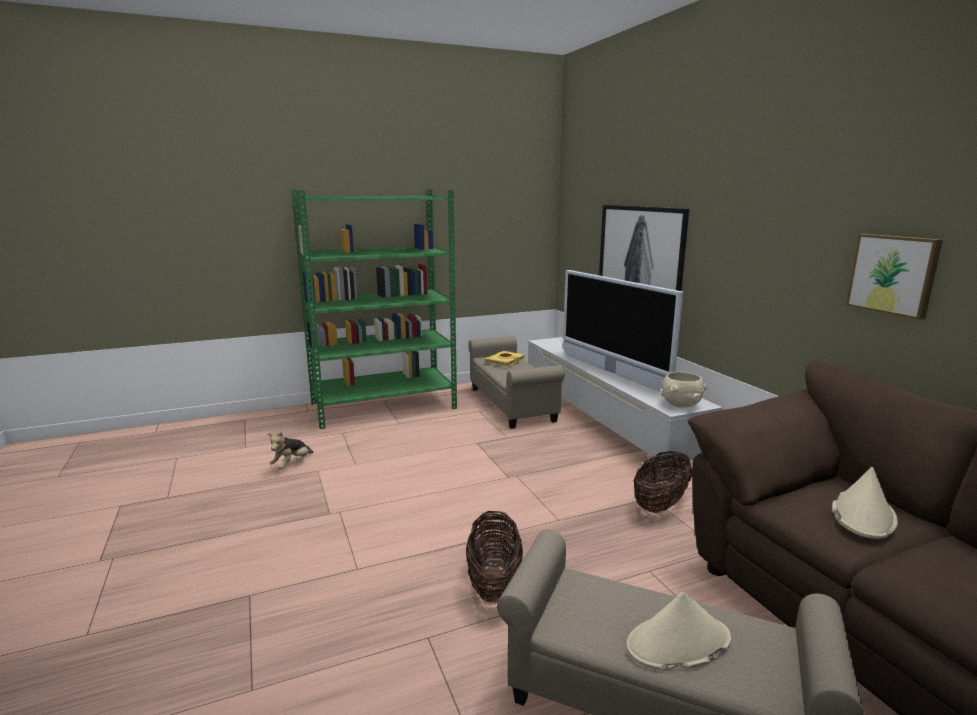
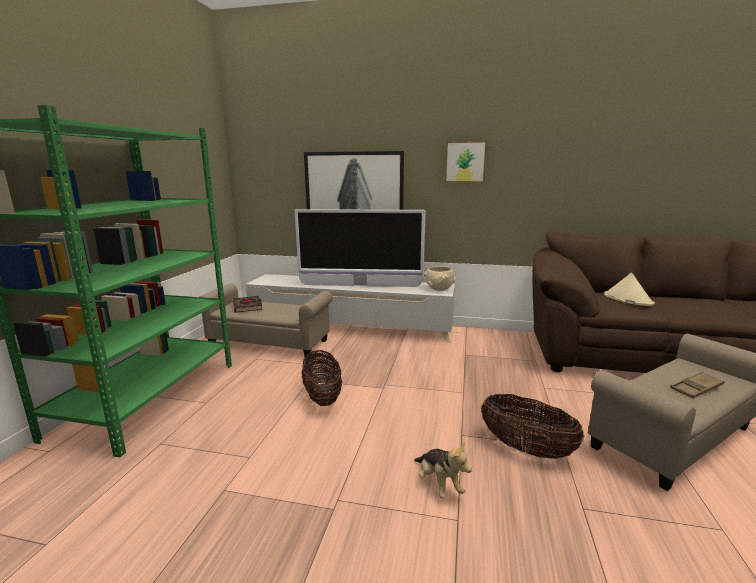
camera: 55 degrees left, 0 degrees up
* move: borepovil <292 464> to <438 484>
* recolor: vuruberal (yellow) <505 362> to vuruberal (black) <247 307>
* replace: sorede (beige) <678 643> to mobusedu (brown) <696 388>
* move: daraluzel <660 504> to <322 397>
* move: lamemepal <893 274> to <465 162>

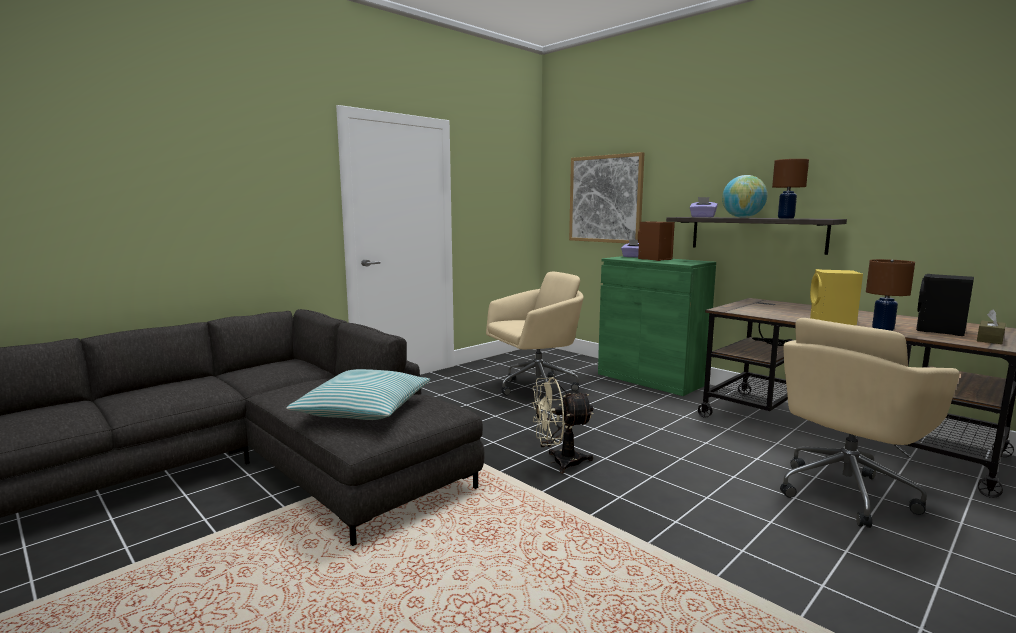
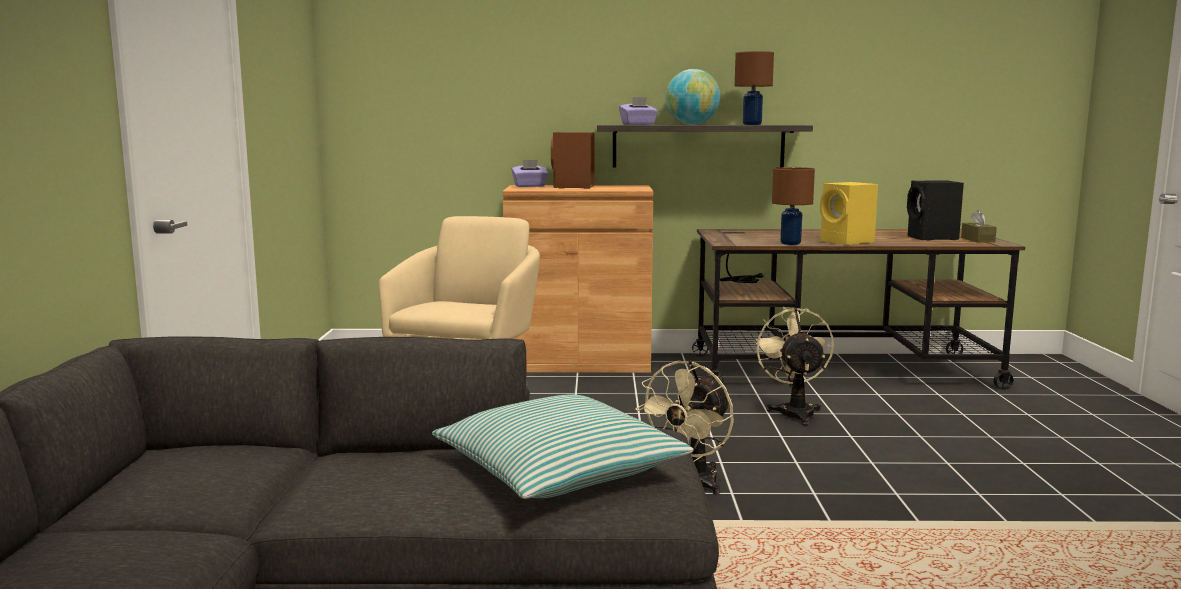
camera: 45 degrees left, 0 degrees up
* delete: lamemepal <605 199>
* recolor: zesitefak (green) <650 379> to zesitefak (brown) <579 363>
* delete: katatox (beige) <847 492>
* move: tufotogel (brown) <881 330> to <790 244>
* insert: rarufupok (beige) <794 411>

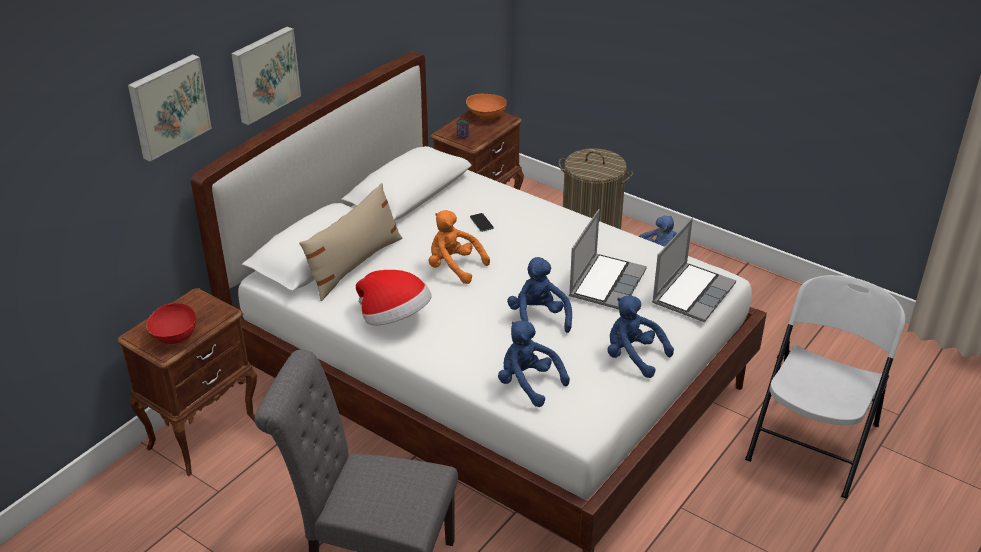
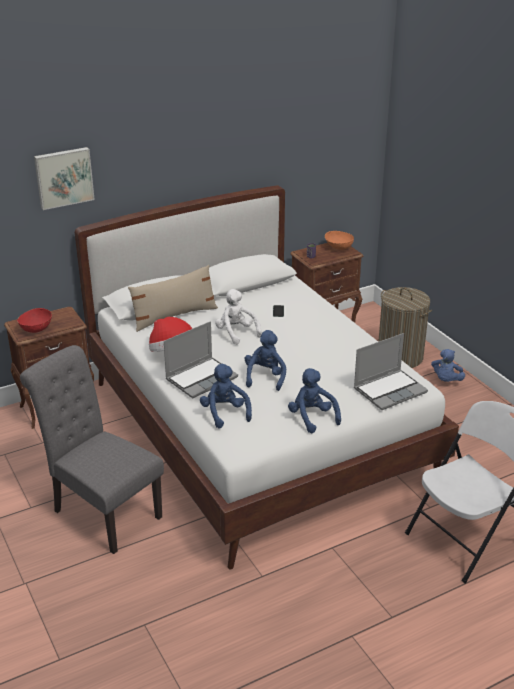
camera: 25 degrees right, 5 degrees down
* delete: lamemepal <264 74>
* recolor: borepovil (orange) <454 267> to borepovil (white) <236 333>
* move: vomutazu <606 282> to <201 378>

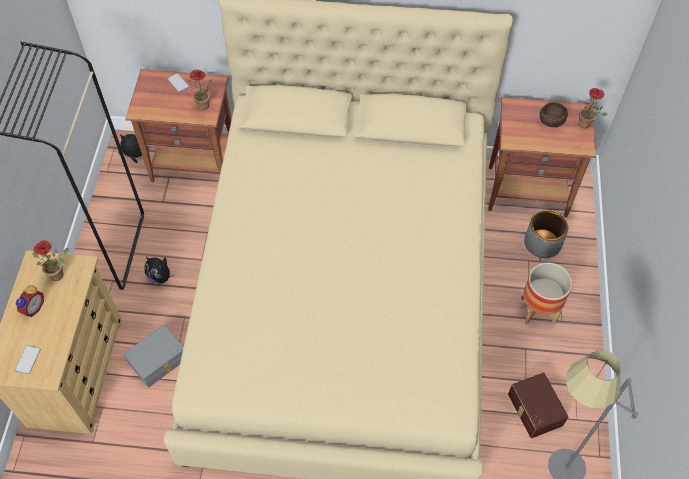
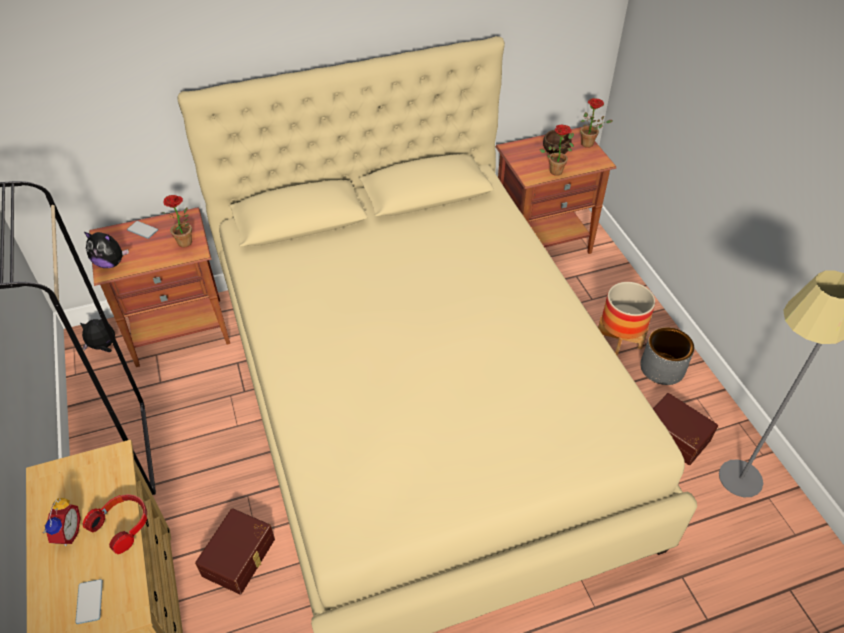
camera: 25 degrees left, 10 degrees down
* move: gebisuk <59 273> to <556 170>
* recolor: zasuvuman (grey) <159 361> to zasuvuman (brown) <240 557>
* move: borepovil <161 276> to <110 263>
* move: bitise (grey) <542 243> to <662 368>
* insert: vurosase <123 525>

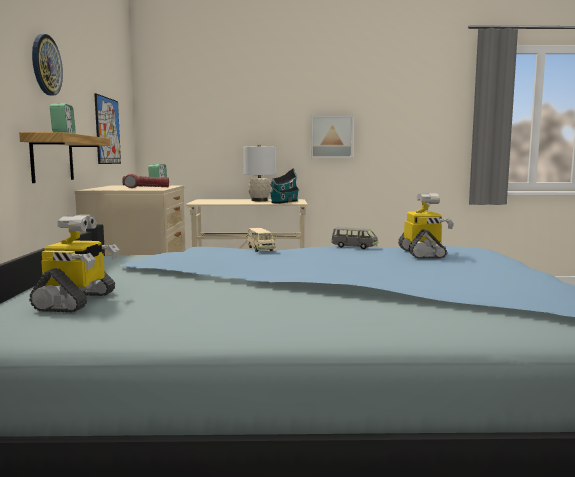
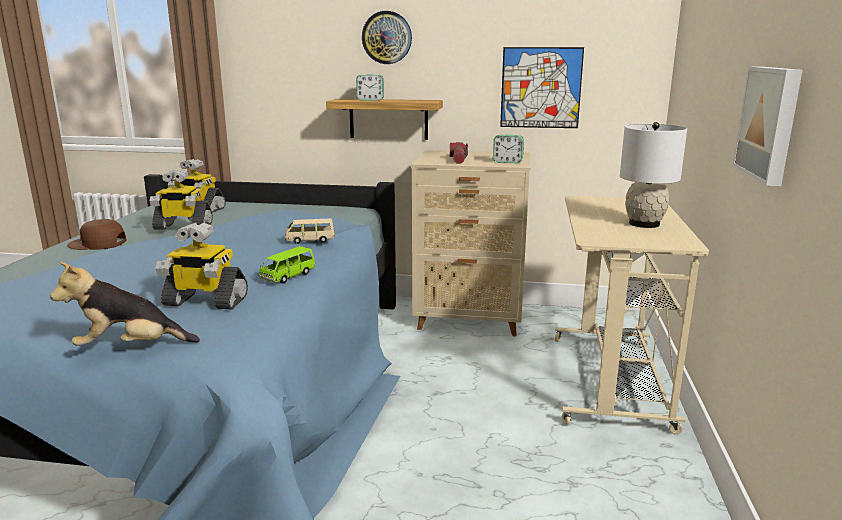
camera: 100 degrees right, 10 degrees up
* delete: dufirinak <284 202>
* recolor: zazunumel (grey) <354 247> to zazunumel (green) <288 276>
* insert: borepovil <130 348>
* insert: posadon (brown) <97 244>
* insert: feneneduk <183 226>

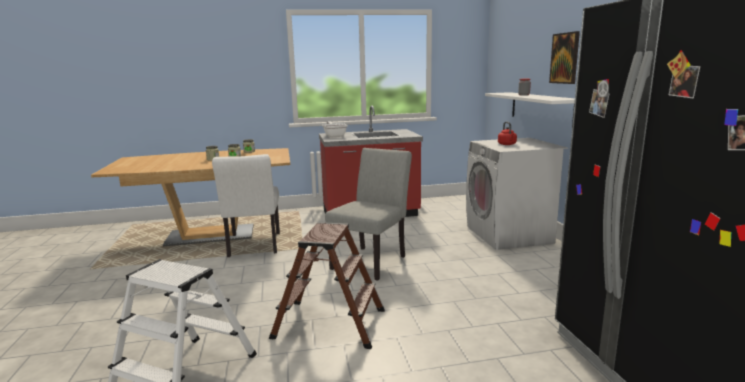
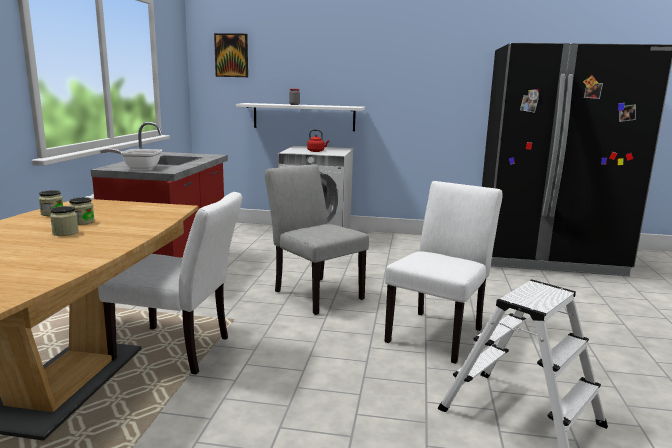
camera: 70 degrees left, 0 degrees up
* replace: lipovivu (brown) <329 323> to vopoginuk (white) <438 332>
* move: lamemepal <565 58> to <231 55>

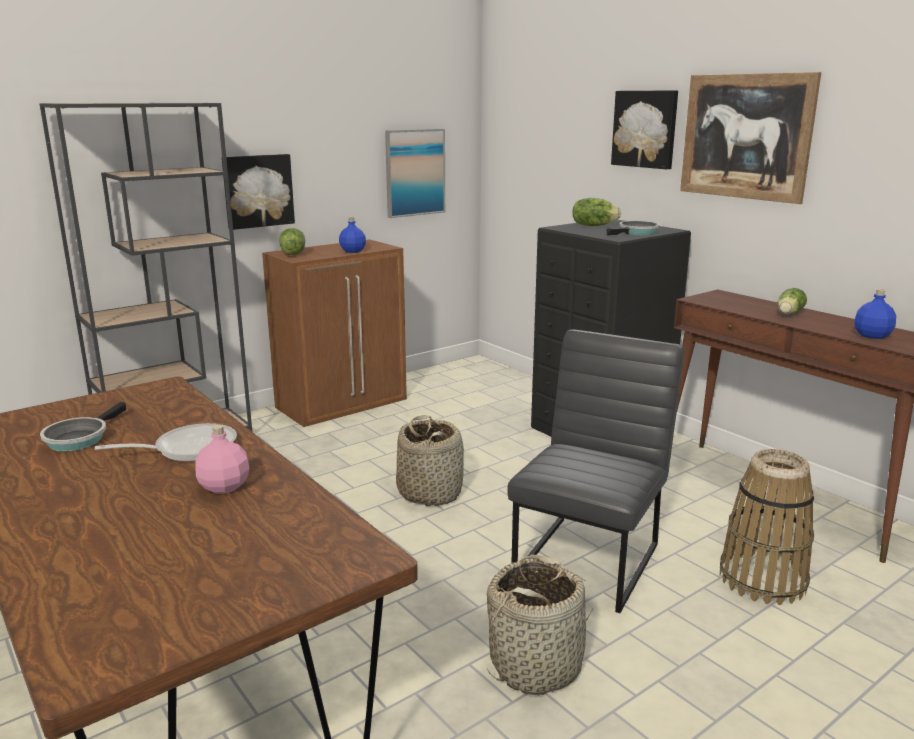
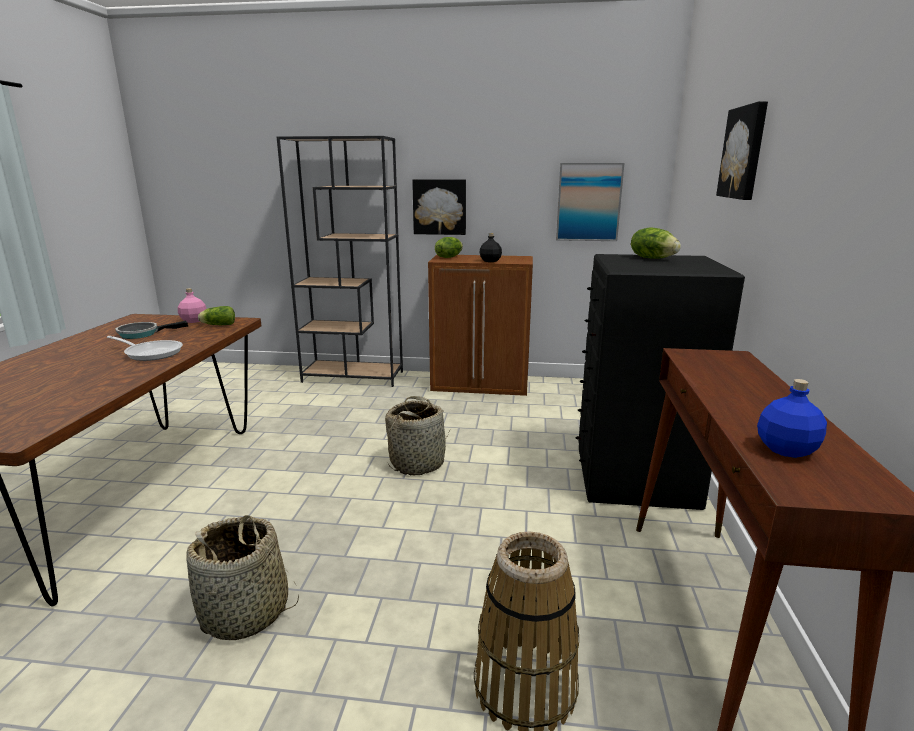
camera: 45 degrees right, 0 degrees up
* move: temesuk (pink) <223 487> to <193 321>
* recolor: temesuk (blue) <352 251> to temesuk (black) <490 261>
* delete: vopoginuk (grey) <590 559>
* delete: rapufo <636 233>
* delete: lamemepal <745 137>
* move: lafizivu <788 314> to <217 325>

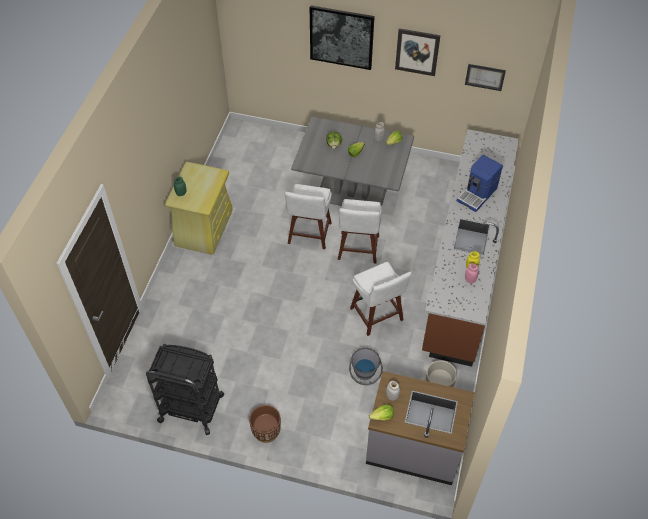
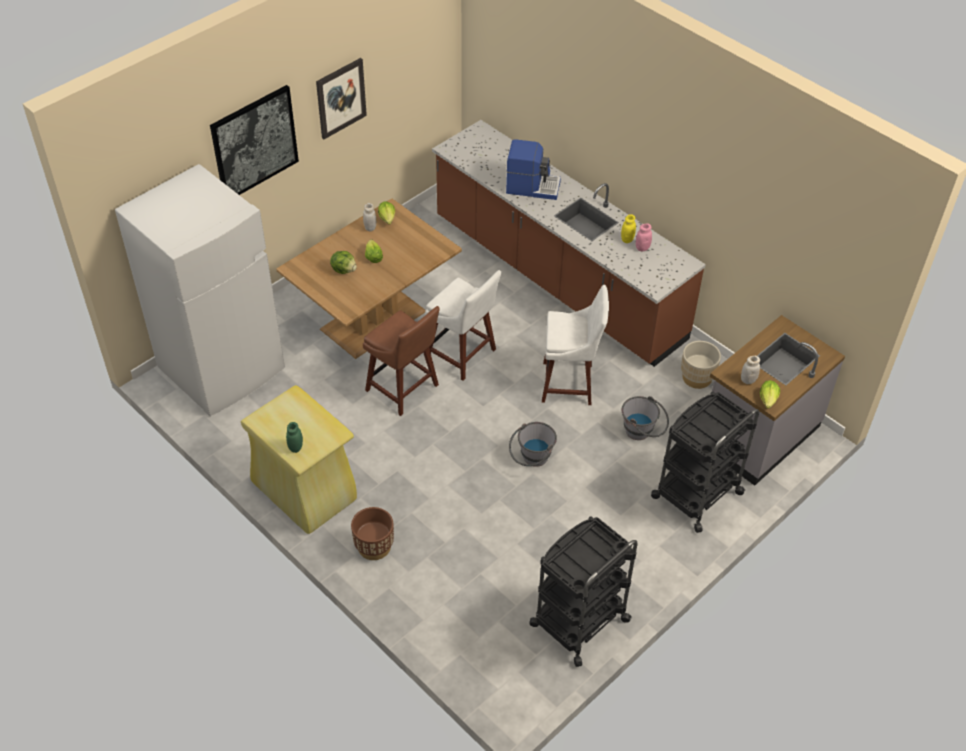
camera: 60 degrees left, 5 degrees down
* move: bitise (brown) <266 431> to <374 546>
* recolor: vopoginuk (white) <309 235> to vopoginuk (brown) <404 389>
* recolor: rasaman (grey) <351 193> to rasaman (brown) <374 321>
* rotate: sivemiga <477 194> = <532 186> 60 degrees counterclockwise
* delete: lamemepal <485 77>
* insert: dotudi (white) <222 368>
* insert: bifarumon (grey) <532 460>
* insert: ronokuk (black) <696 494>

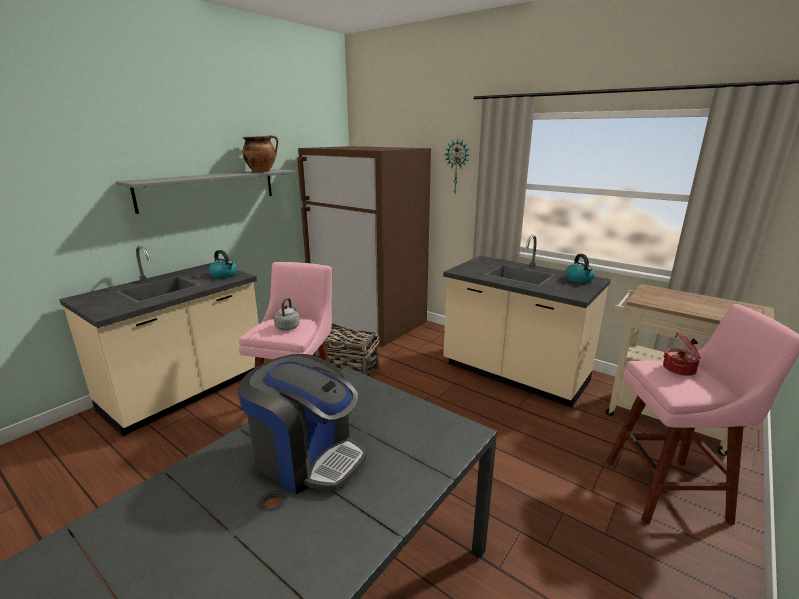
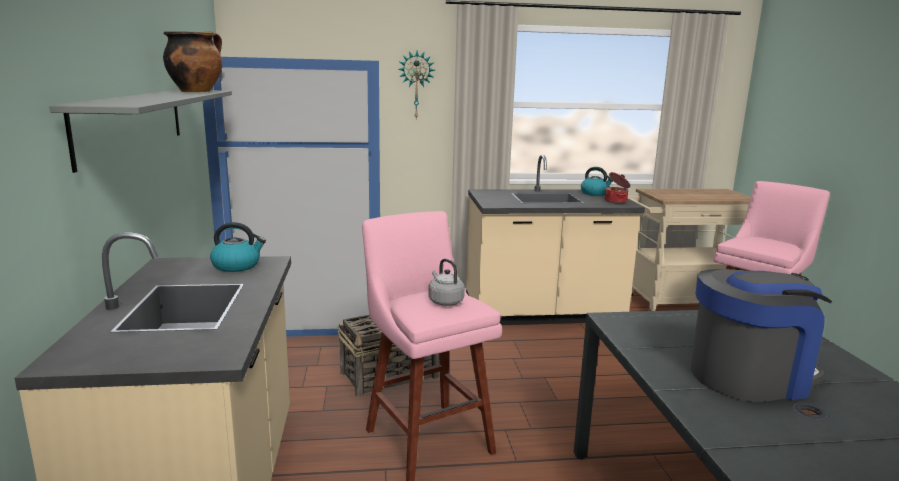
camera: 45 degrees left, 5 degrees down
* recolor: dotudi (brown) <368 321> to dotudi (blue) <309 315>
* move: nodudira <680 369> to <616 201>

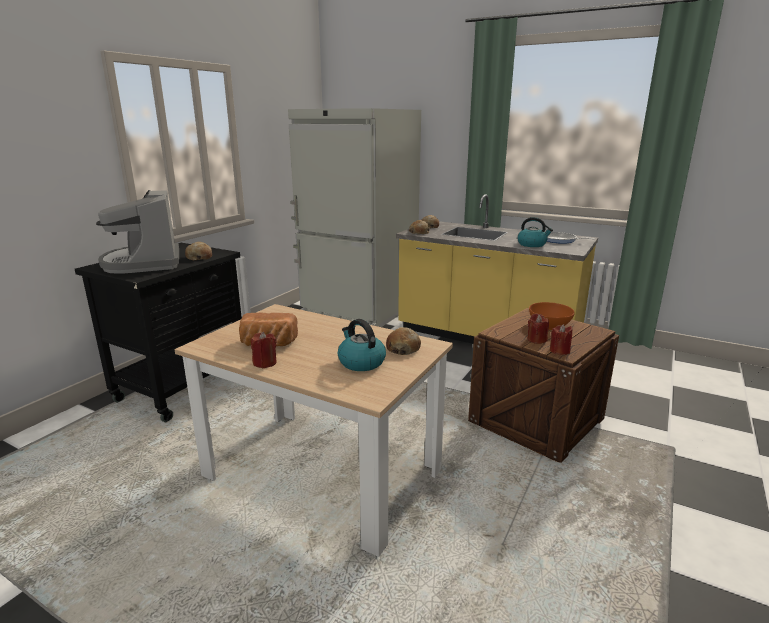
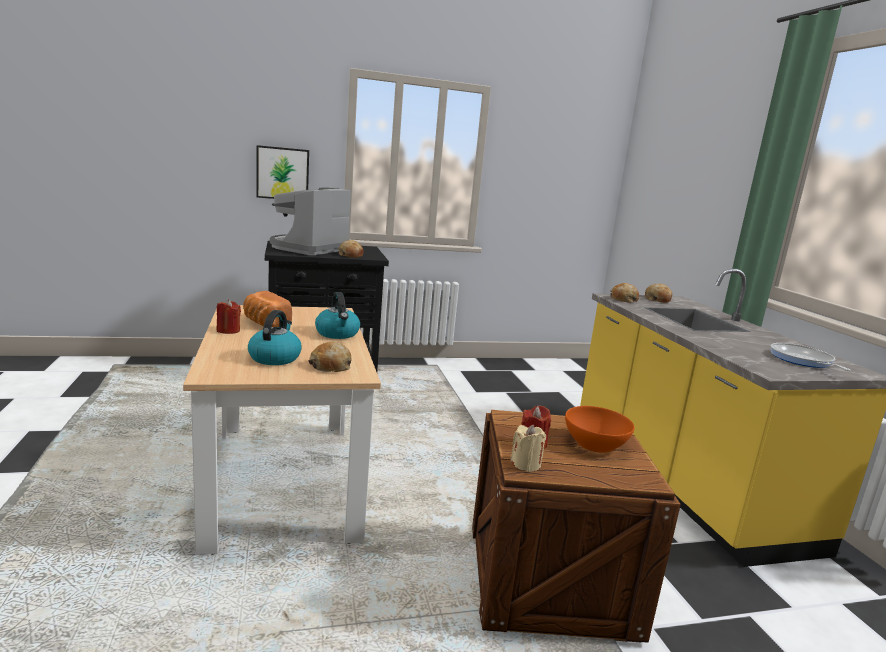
camera: 45 degrees right, 5 degrees down
* delete: dotudi (white) <359 310>
* move: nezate <532 244> to <337 334>
* recolor: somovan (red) <559 351> to somovan (beige) <526 464>
* insert: lamemepal <282 173>

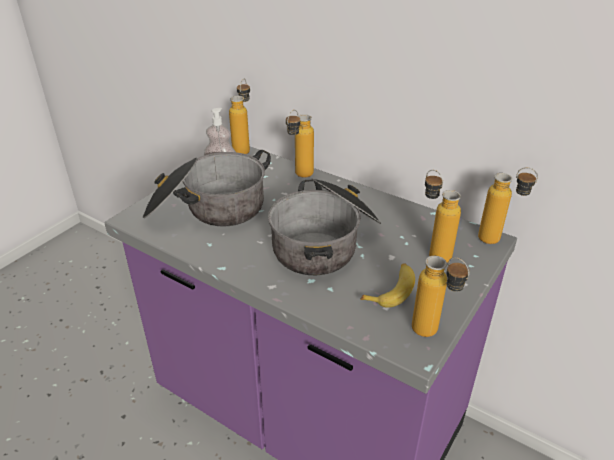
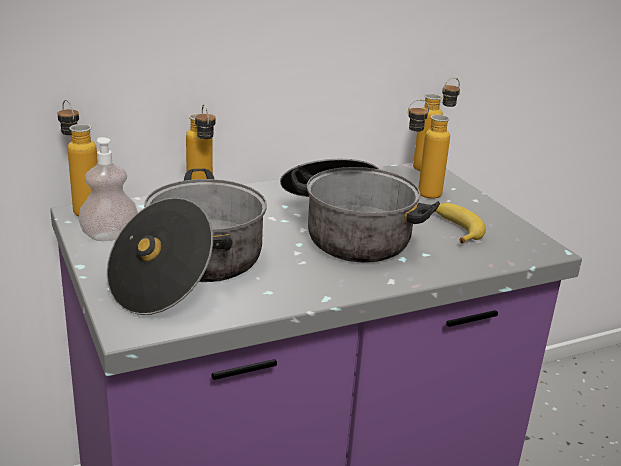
camera: 60 degrees left, 10 degrees down
* delete: temesuk <432 335>

